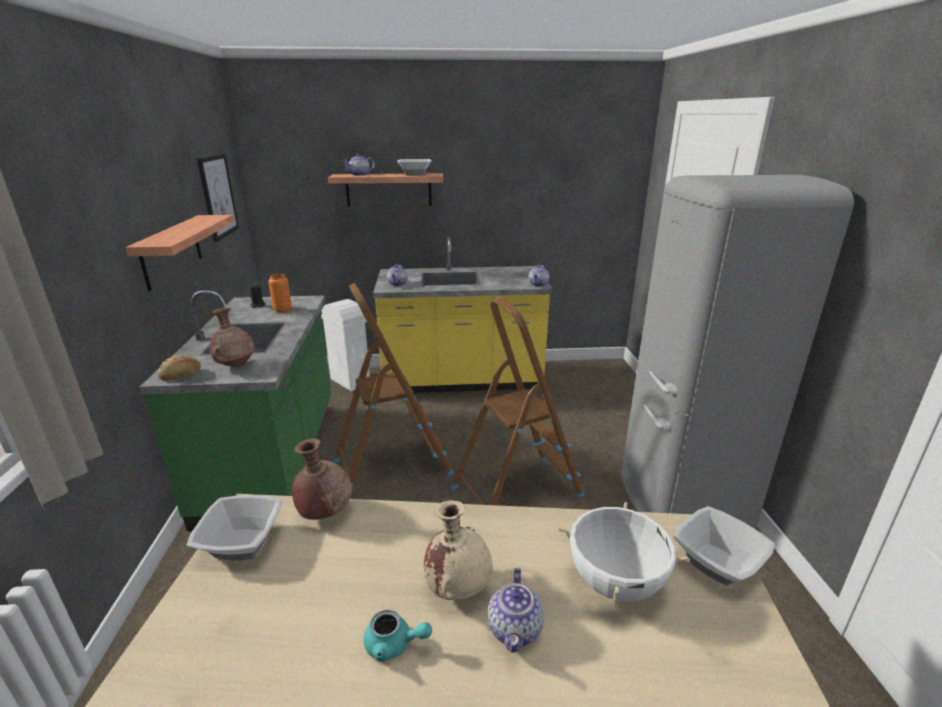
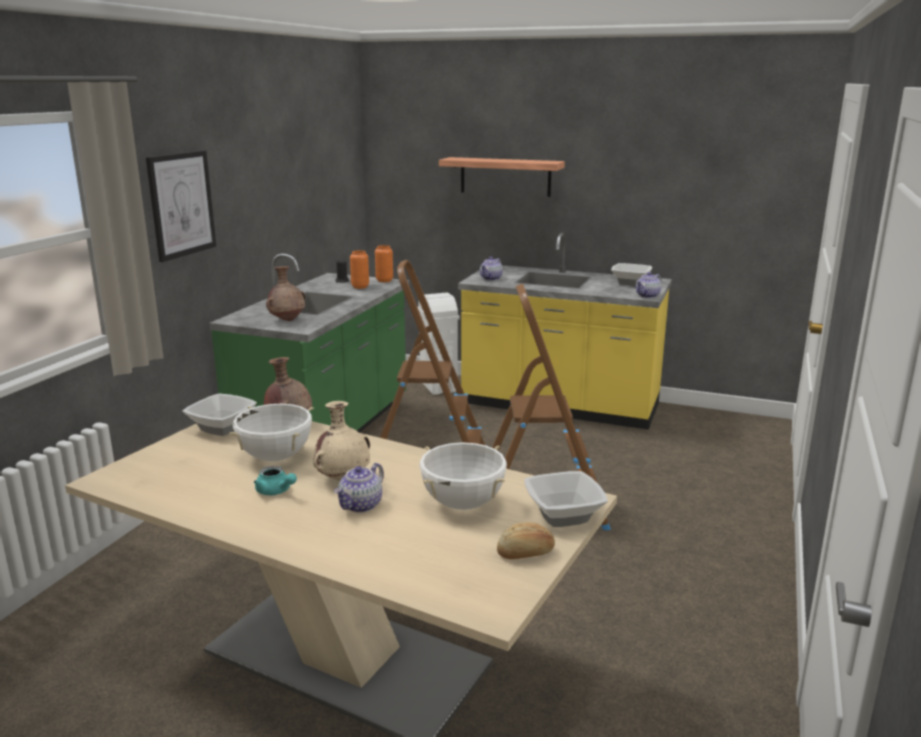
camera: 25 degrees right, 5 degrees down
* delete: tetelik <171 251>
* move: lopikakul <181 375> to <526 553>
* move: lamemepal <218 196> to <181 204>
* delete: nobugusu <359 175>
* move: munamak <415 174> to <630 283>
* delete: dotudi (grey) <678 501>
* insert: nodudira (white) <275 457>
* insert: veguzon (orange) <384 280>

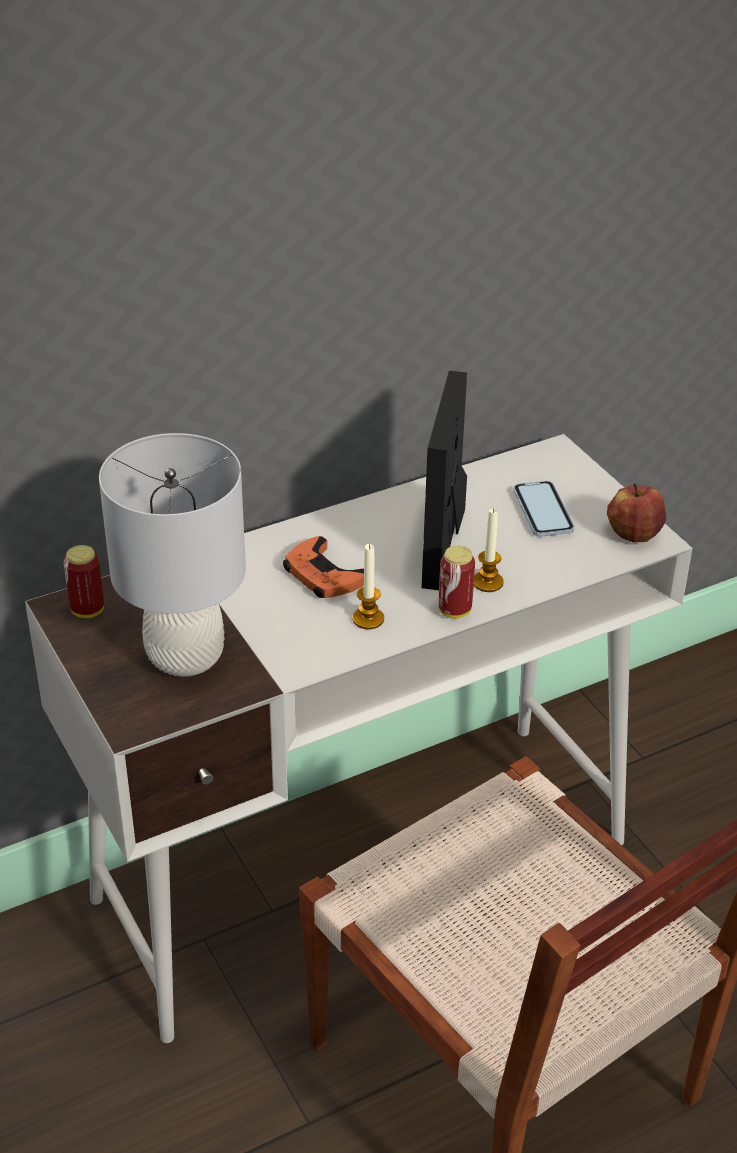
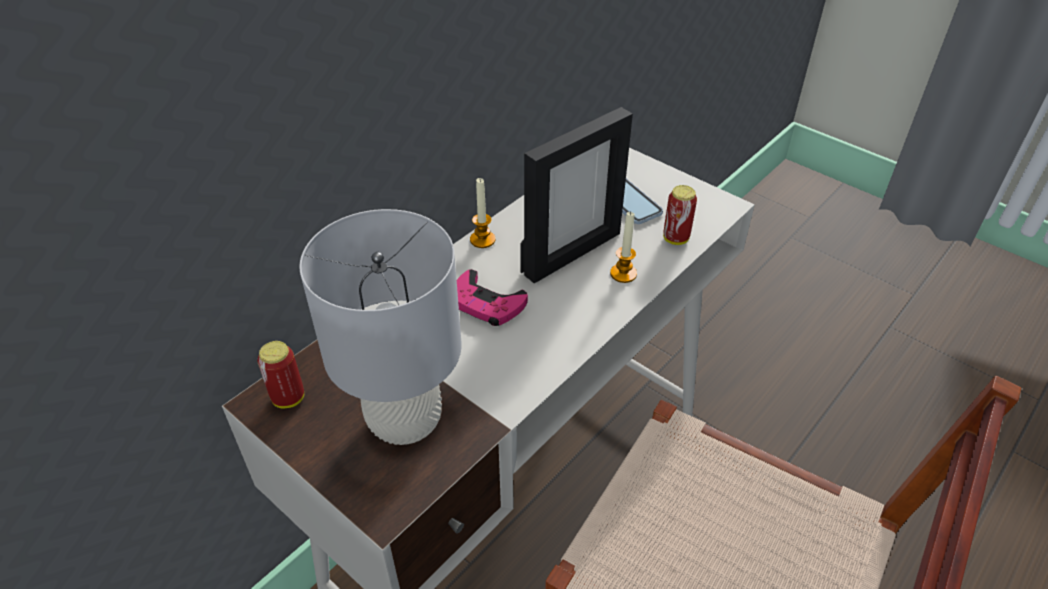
camera: 20 degrees left, 5 degrees up
* recolor: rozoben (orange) <322 575> to rozoben (pink) <486 304>
* move: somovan <368 619> to <482 240>
* rotate: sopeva <443 547> = <571 252> 120 degrees counterclockwise
* move: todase <454 611> to <675 239>
* delete: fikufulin <633 535>

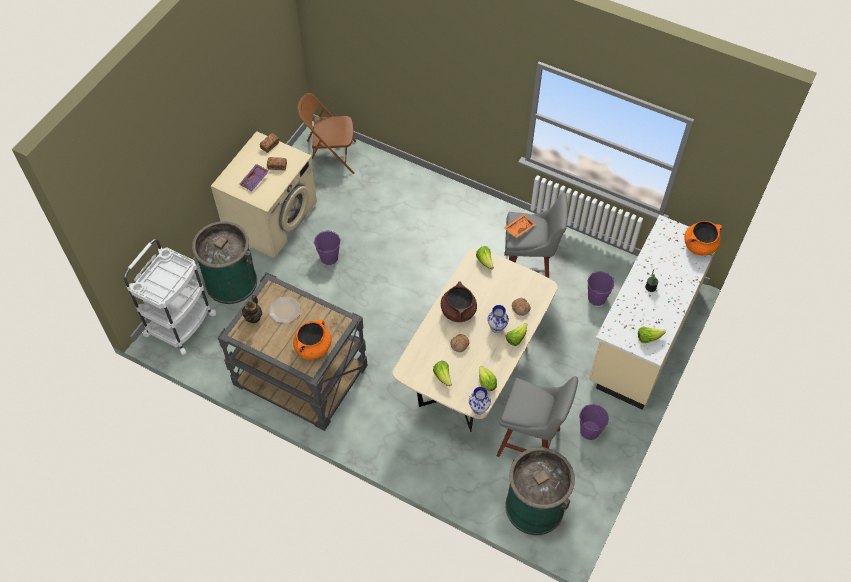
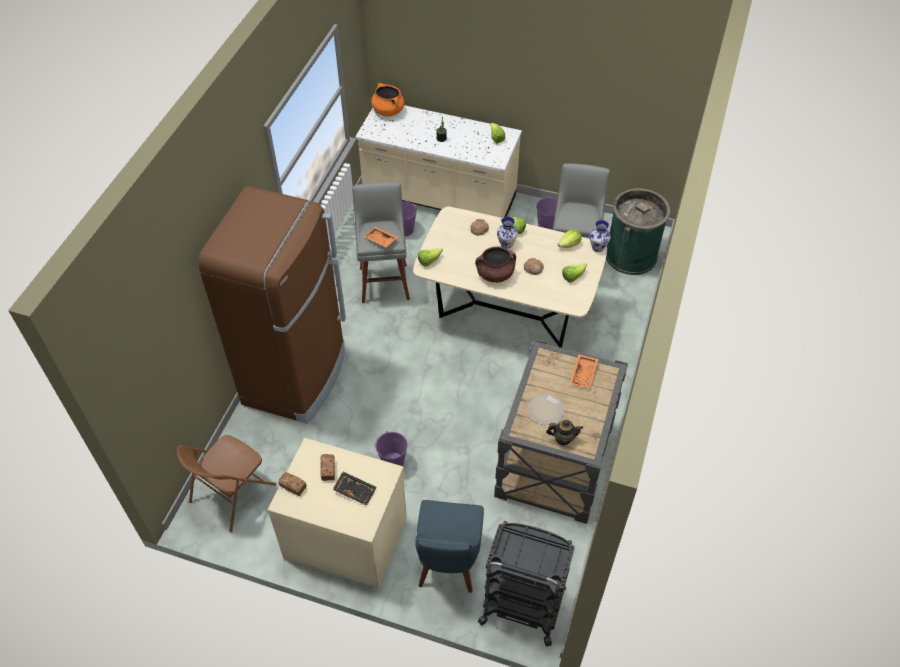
camera: 100 degrees left, 5 degrees down
* recolor: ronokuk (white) <181 325> to ronokuk (black) <522 605>
* replace: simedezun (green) <231 282> to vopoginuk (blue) <448 562>
* recolor: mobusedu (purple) <255 180> to mobusedu (black) <355 490>
* replace: nodudira (orange) <313 347> to mobusedu (orange) <584 374>
* rotate: vopoginuk (brown) <330 156> = <232 493> 45 degrees clockwise
* insert: dotudi (brown) <296 377>

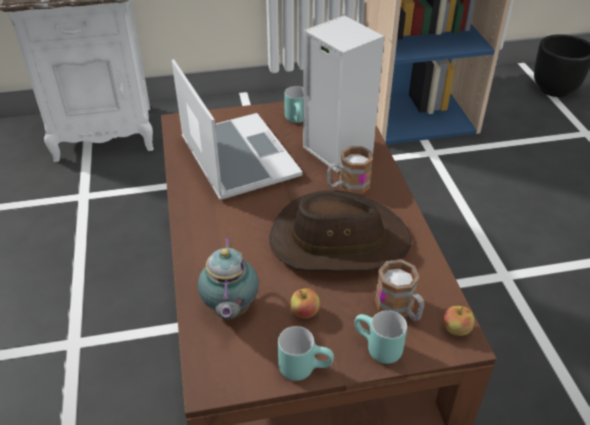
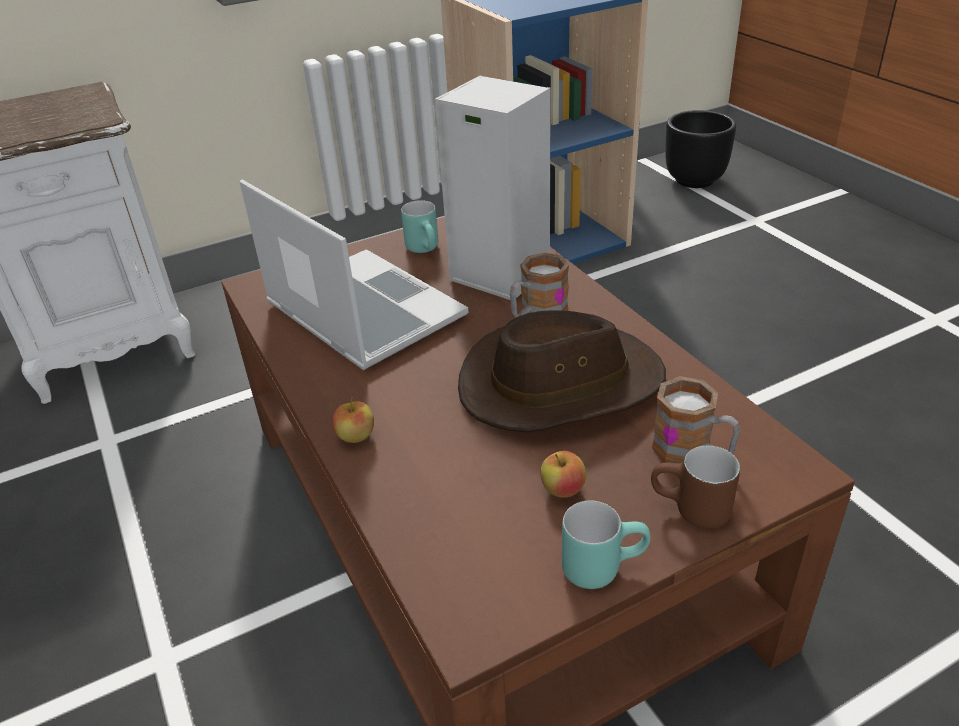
camera: 15 degrees left, 5 degrees down
* delete: nobugusu <230 311>
* recolor: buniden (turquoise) <376 349> to buniden (brown) <690 512>
* move: fikufulin <456 329> to <356 436>

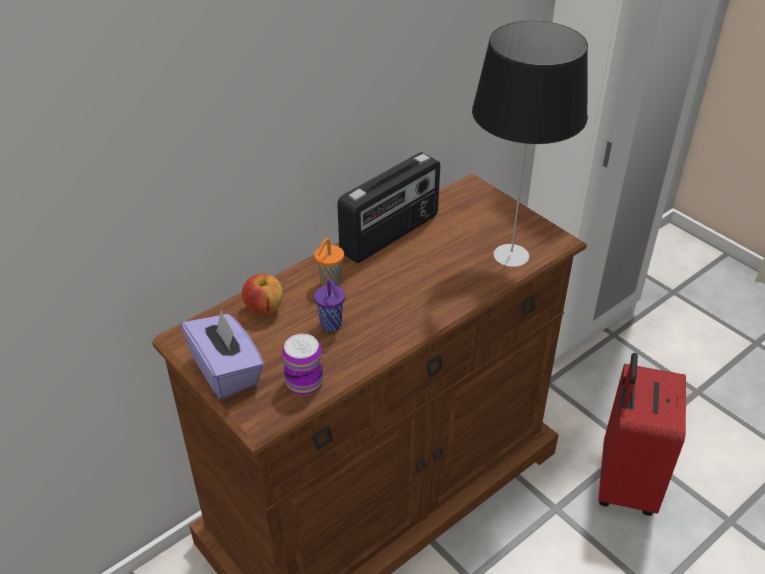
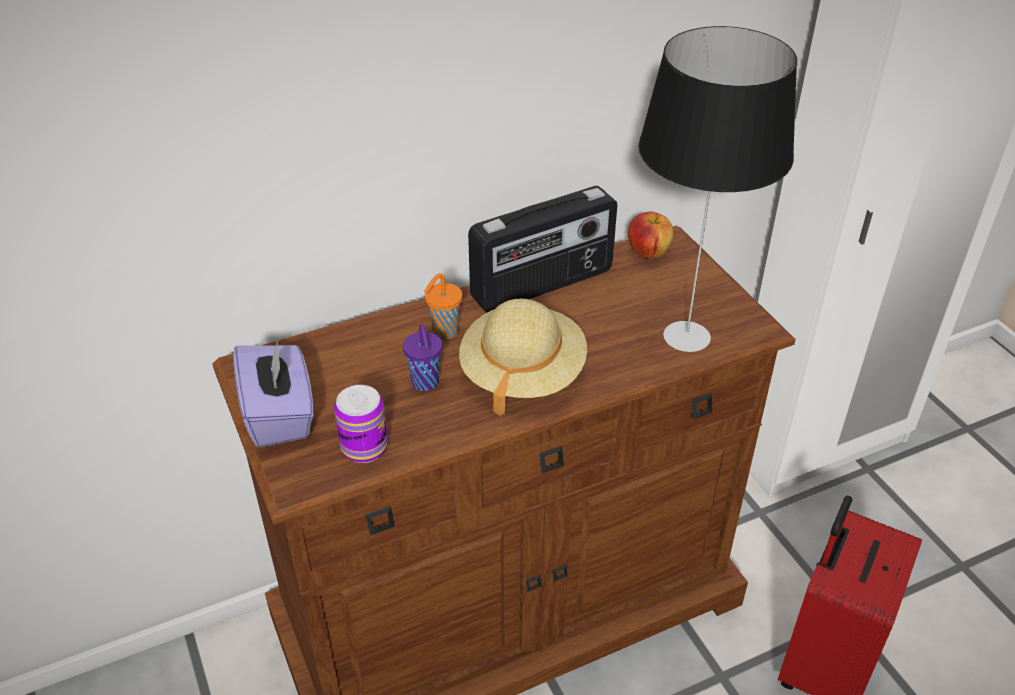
camera: 15 degrees right, 0 degrees up
* move: fikufulin <264 308> to <648 252>
* insert: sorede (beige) <522 373>

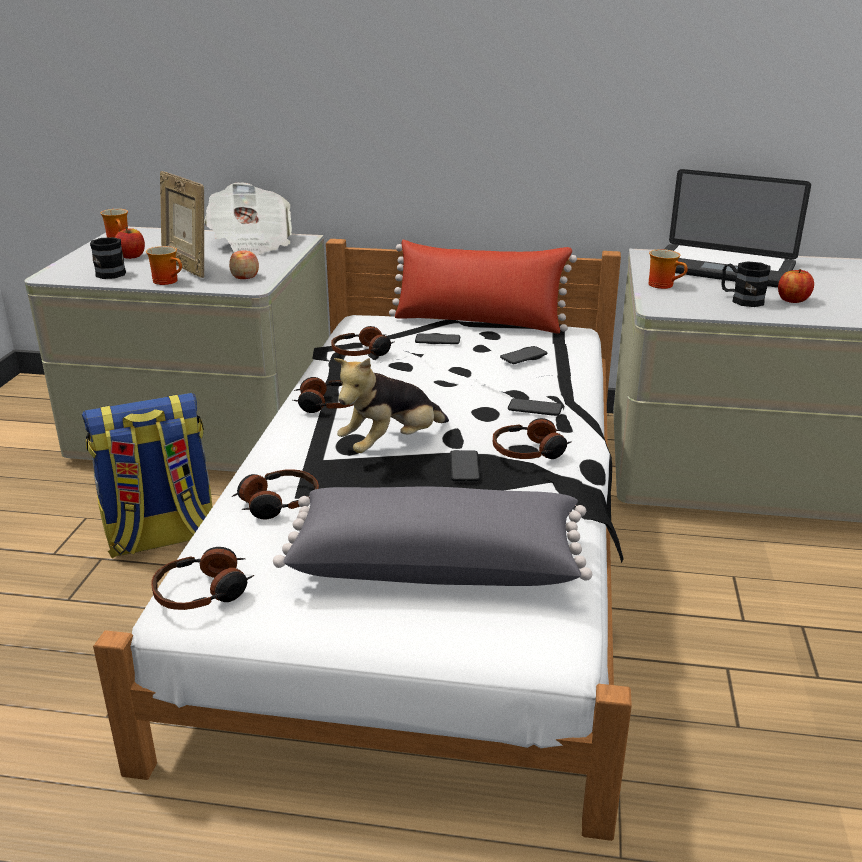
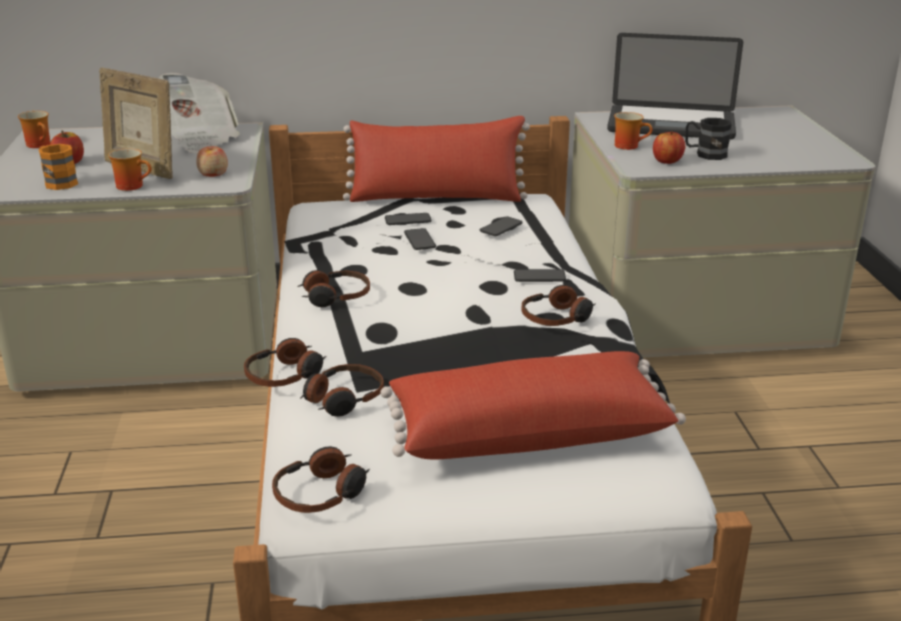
camera: 15 degrees left, 0 degrees up
* delete: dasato <160 537>
* recolor: buniden (black) <109 272> to buniden (orange) <57 182>
* recolor: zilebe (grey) <436 563> to zilebe (red) <527 432>
* move: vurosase <362 352> to <286 375>
* delete: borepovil <391 444>
* move: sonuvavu <464 467> to <419 240>
* move: fikufulin <792 300> to <667 161>

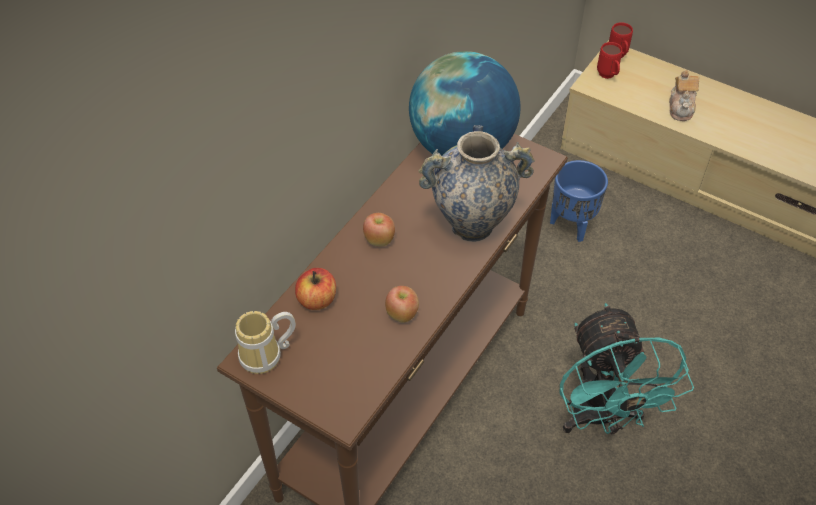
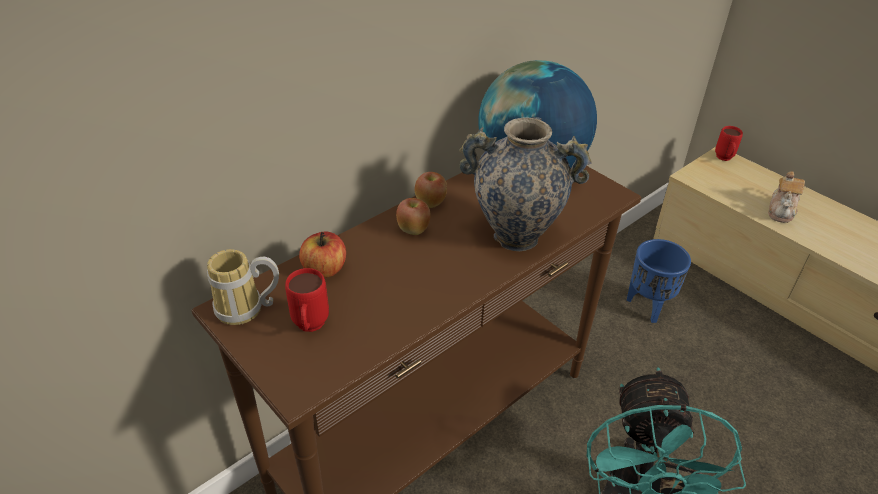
camera: 15 degrees right, 10 degrees down
* move: fikufulin <402 314> to <431 203>
* move: buniden (red) <608 76> to <310 328>

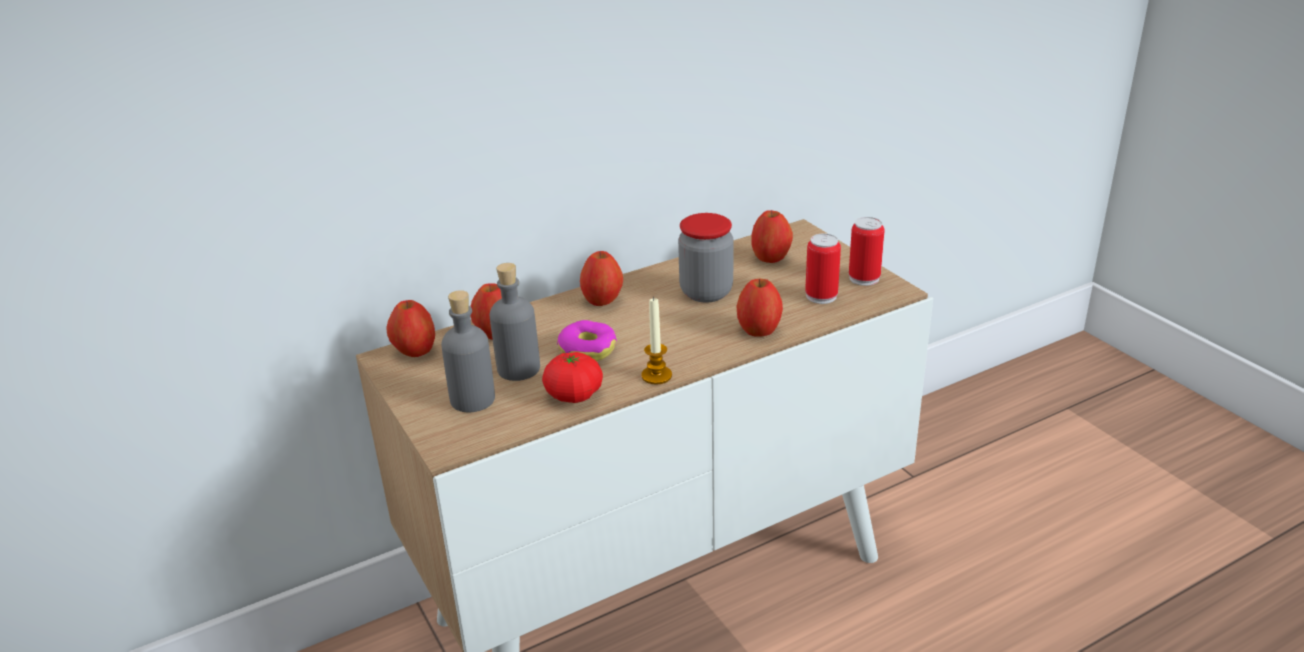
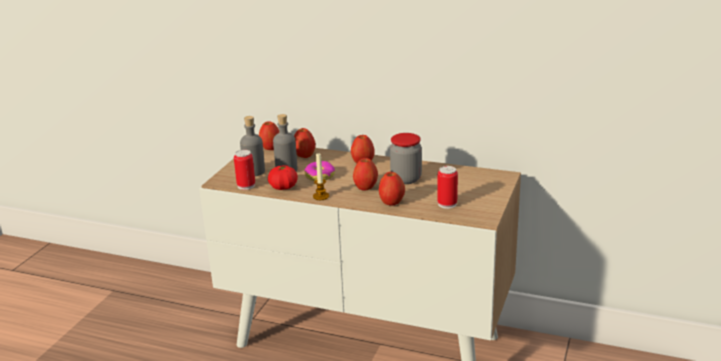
camera: 50 degrees right, 5 degrees down
* move: fikufulin <770 258> to <366 187>
* move: todase <864 278> to <246 186>

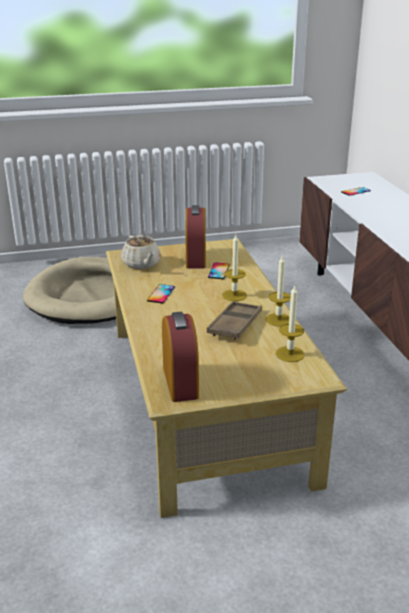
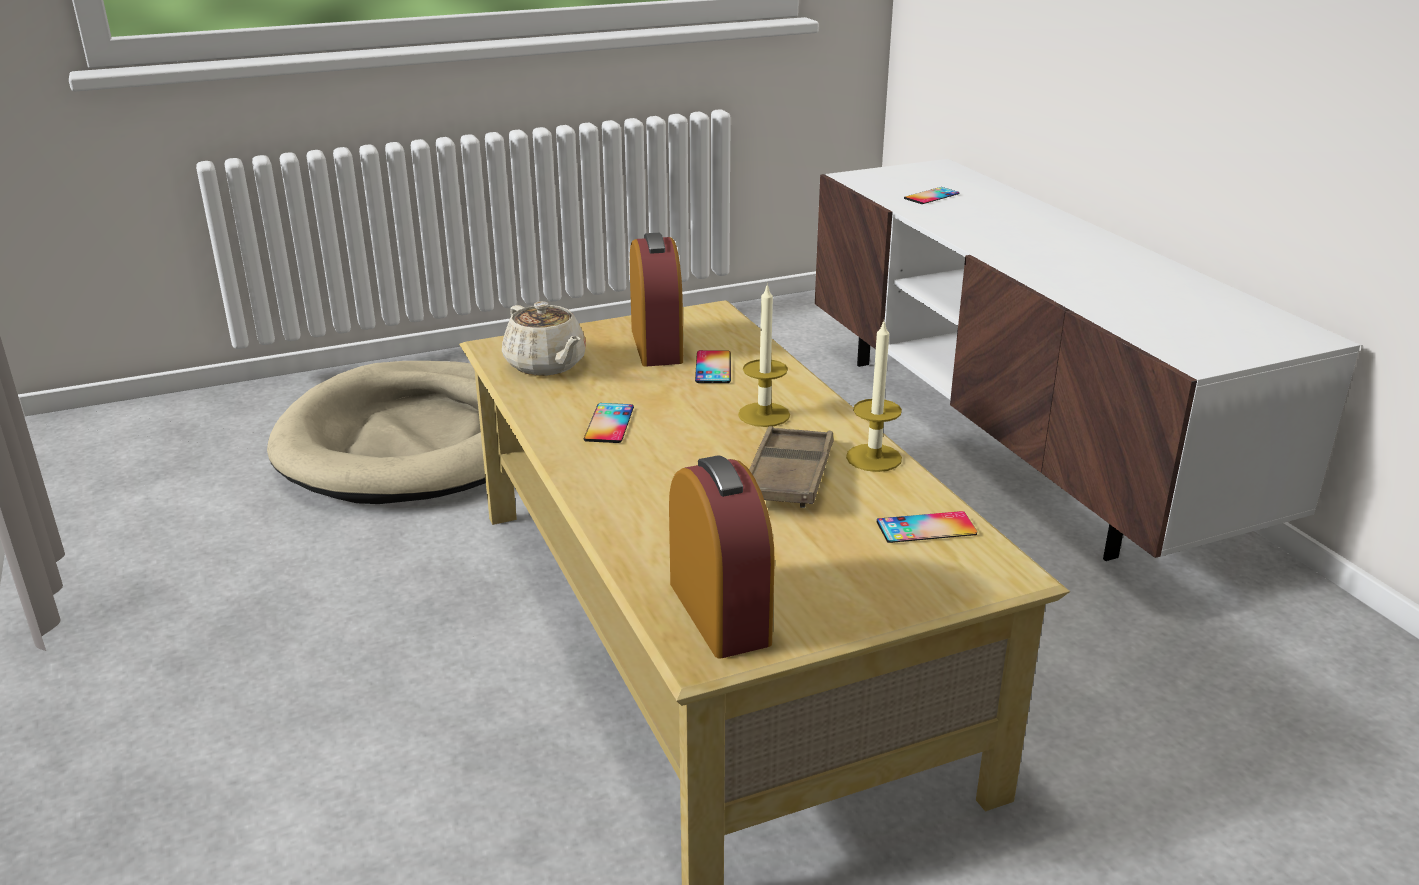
camera: 10 degrees left, 0 degrees up
* replace: somovan <290 354> to sonuvavu <926 528>

